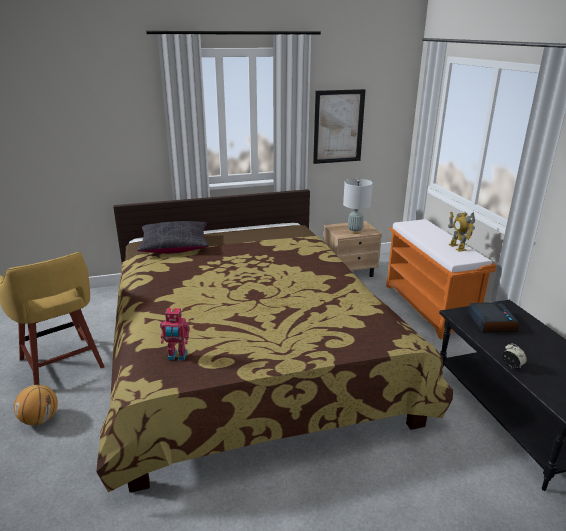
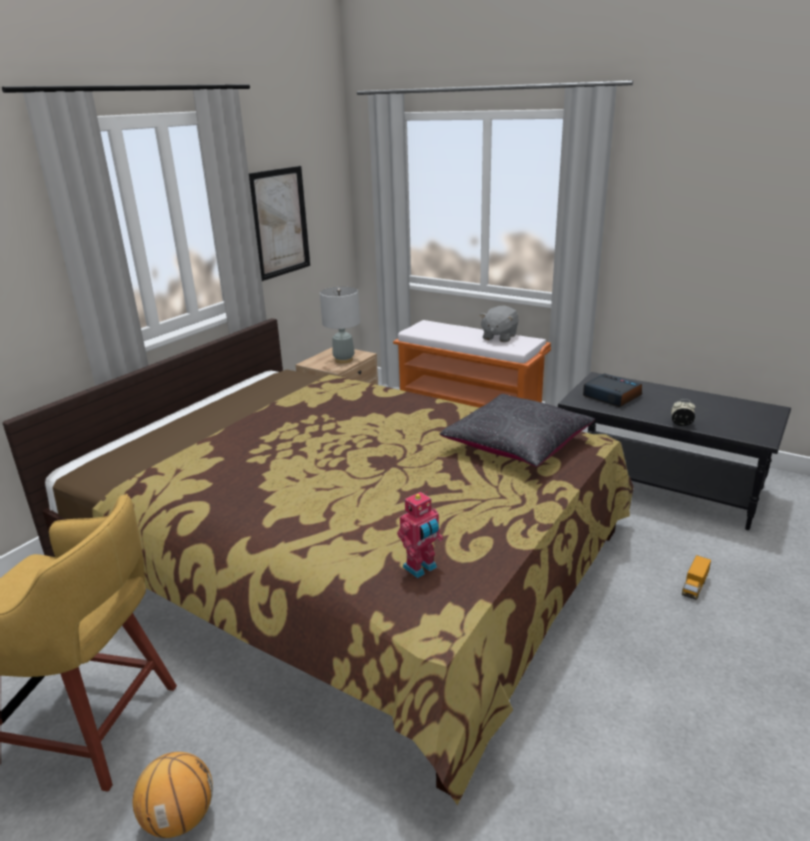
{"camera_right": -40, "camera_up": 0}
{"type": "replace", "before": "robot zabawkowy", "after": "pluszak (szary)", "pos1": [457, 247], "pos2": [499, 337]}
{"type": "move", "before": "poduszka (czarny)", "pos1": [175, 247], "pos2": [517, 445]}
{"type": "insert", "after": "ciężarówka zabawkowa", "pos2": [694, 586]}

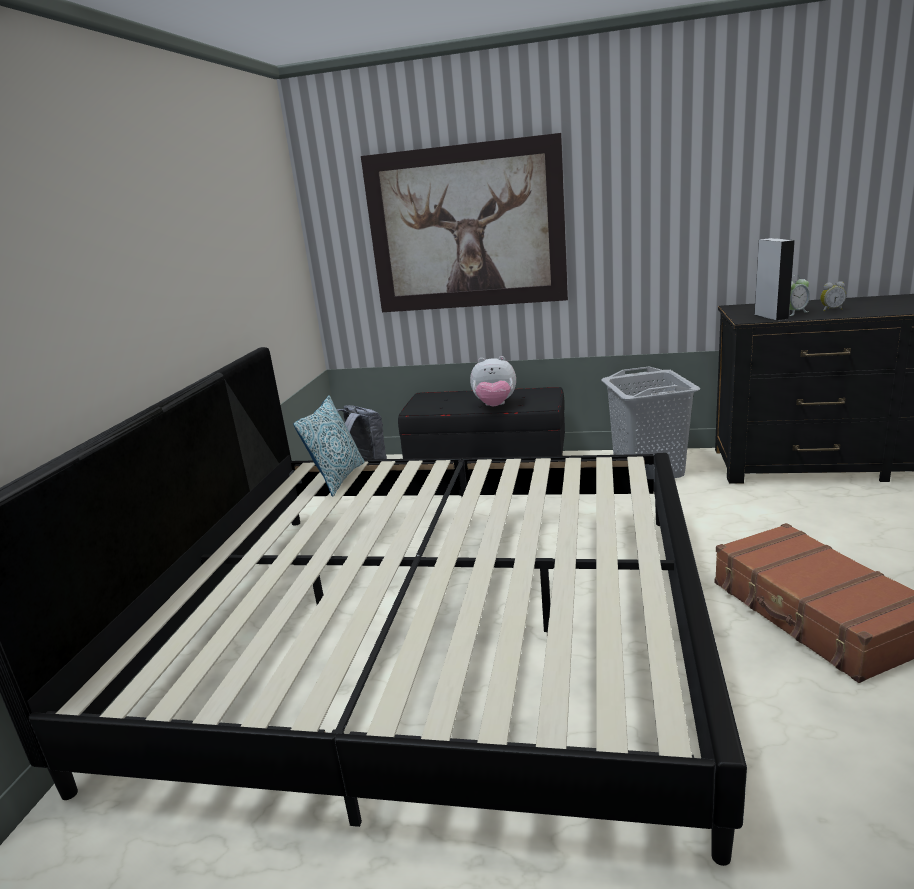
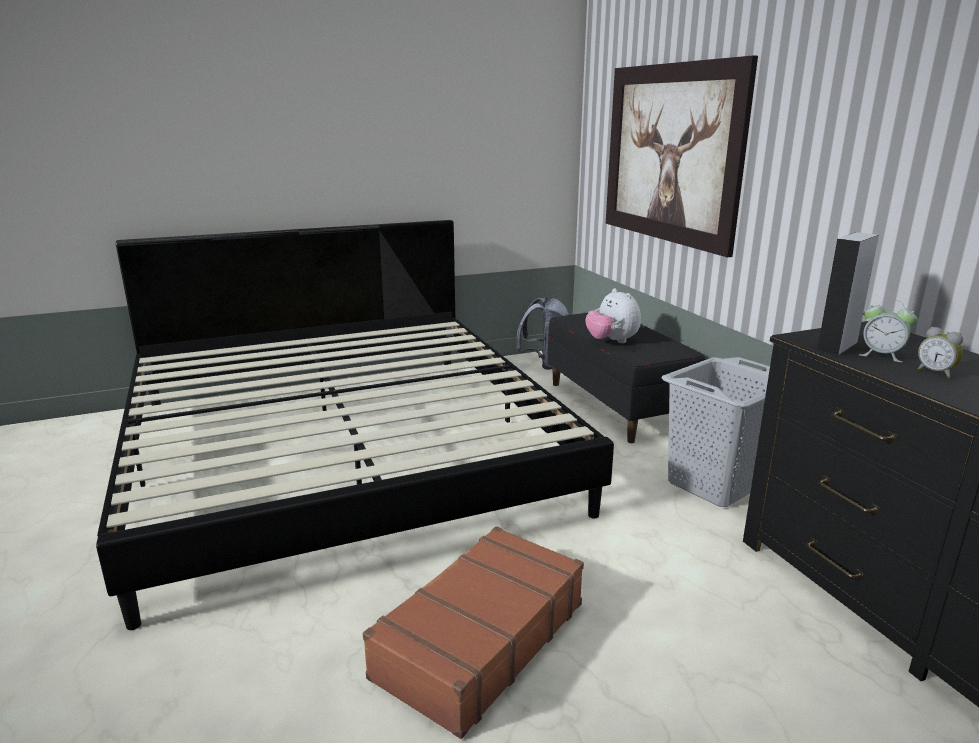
{"camera_right": 55, "camera_up": 0}
{"type": "delete", "before": "poduszka", "pos1": [338, 478]}

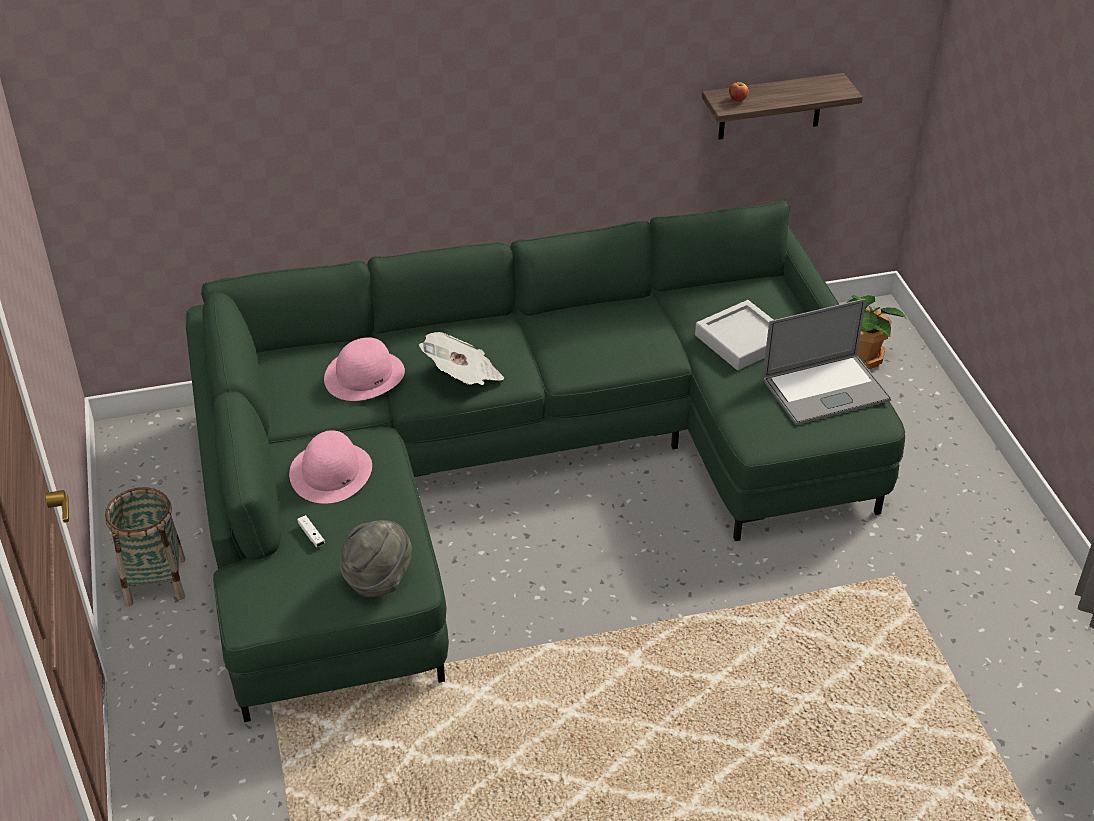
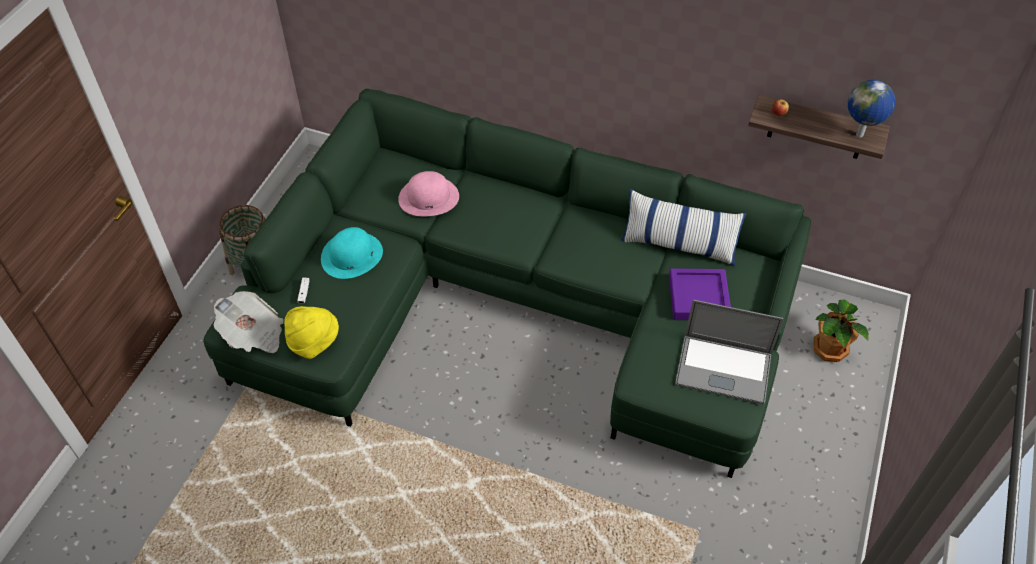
{"camera_right": 35, "camera_up": 10}
{"type": "recolor", "before": "taca (szary)", "after": "taca (fioletowy)", "pos1": [742, 341], "pos2": [698, 298]}
{"type": "move", "before": "gazeta", "pos1": [463, 376], "pos2": [253, 334]}
{"type": "recolor", "before": "kapelusz (różowy)", "after": "kapelusz (turkusowy)", "pos1": [331, 472], "pos2": [351, 255]}
{"type": "recolor", "before": "kapelusz (szary)", "after": "kapelusz (żółty)", "pos1": [377, 577], "pos2": [314, 343]}
{"type": "insert", "after": "globus", "pos2": [860, 135]}
{"type": "insert", "after": "poduszka", "pos2": [678, 245]}

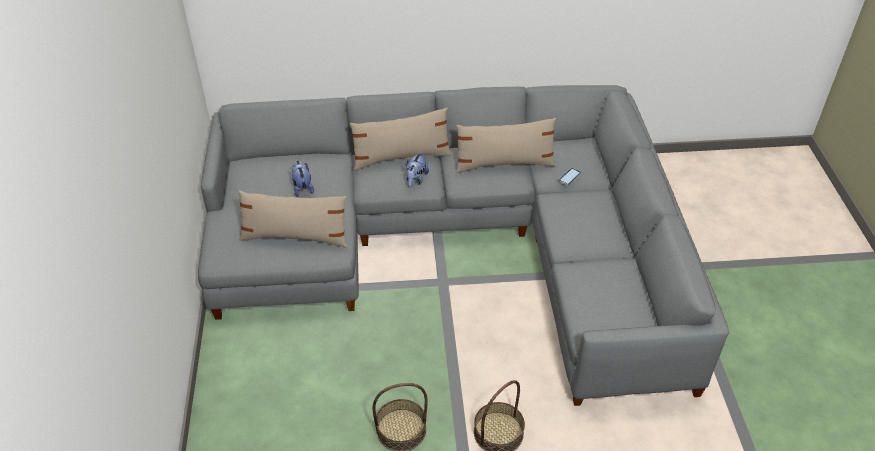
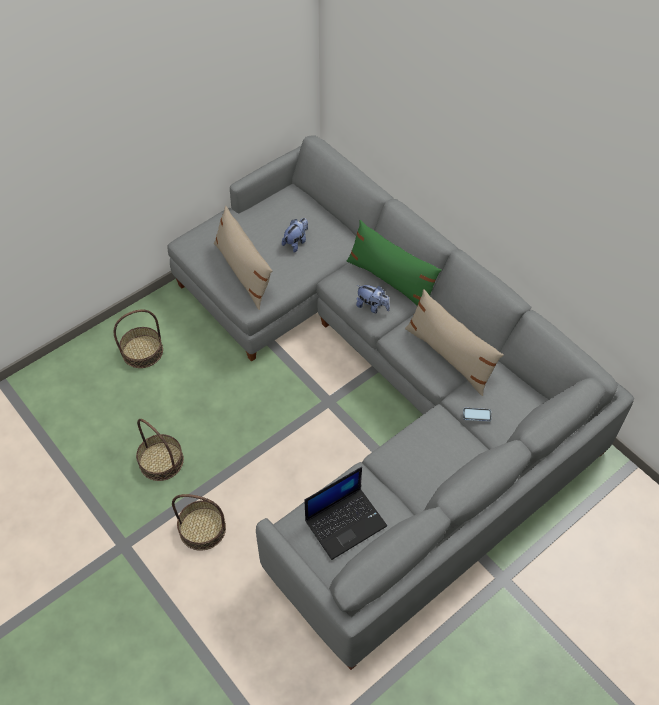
{"camera_right": 55, "camera_up": 10}
{"type": "recolor", "before": "poduszka (beżowy)", "after": "poduszka (zielony)", "pos1": [401, 157], "pos2": [391, 281]}
{"type": "rotate", "before": "pluszak", "pos1": [416, 179], "pos2": [372, 307], "turn": -135}
{"type": "insert", "after": "koszyk", "pos2": [142, 351]}
{"type": "insert", "after": "laptop", "pos2": [346, 522]}

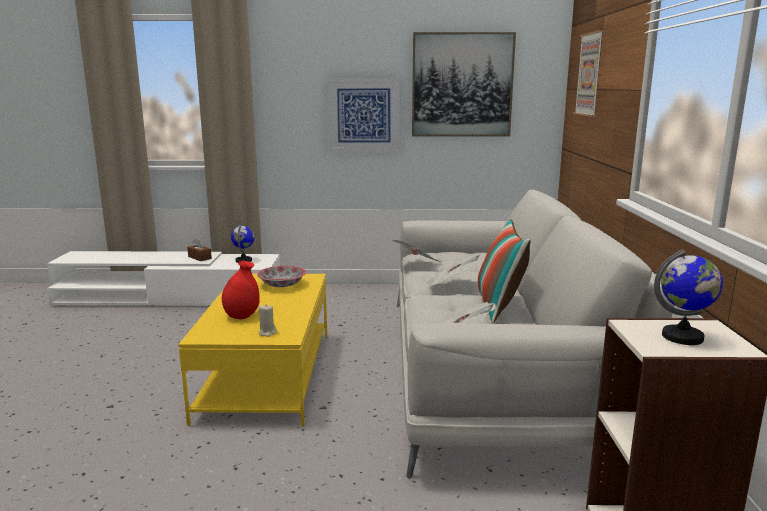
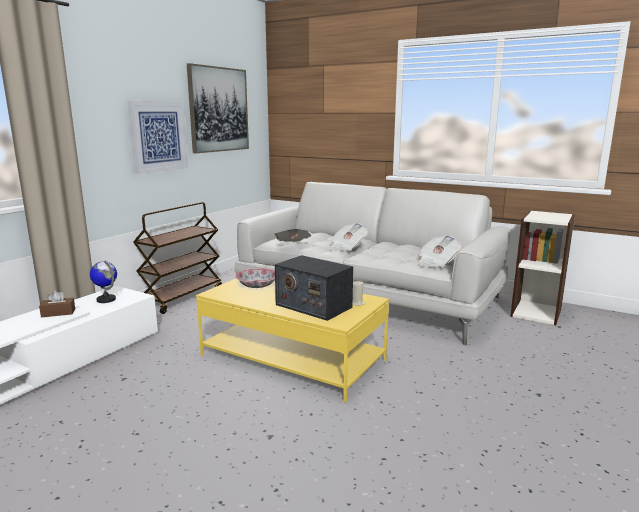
{"camera_right": -60, "camera_up": 0}
{"type": "delete", "before": "obraz", "pos1": [589, 74]}
{"type": "delete", "before": "poduszka", "pos1": [499, 306]}
{"type": "delete", "before": "globus", "pos1": [683, 337]}
{"type": "replace", "before": "wazon (czerwony)", "after": "radio", "pos1": [242, 316], "pos2": [313, 306]}
{"type": "insert", "after": "wózek (brązowy)", "pos2": [182, 297]}

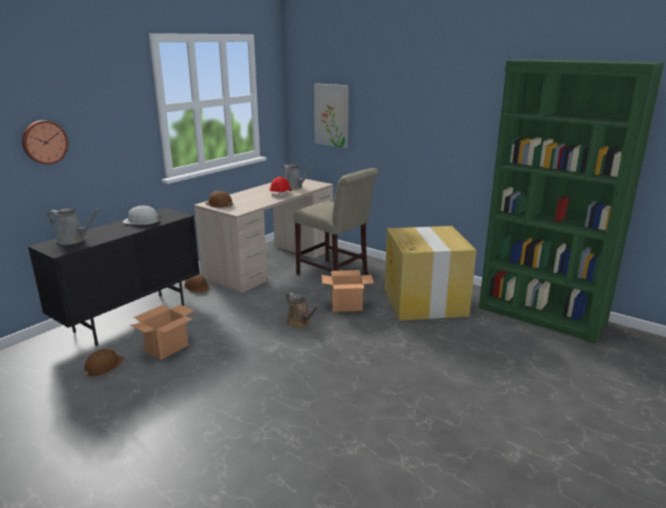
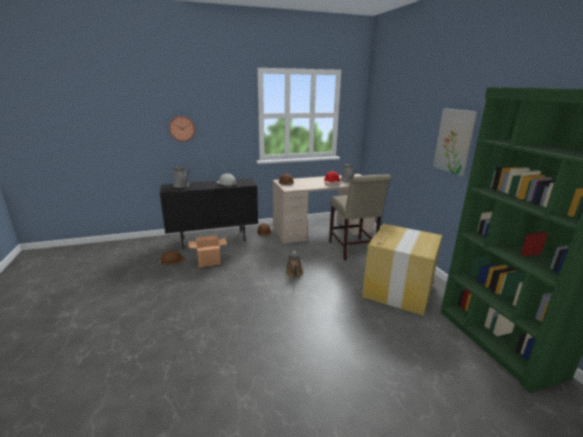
{"camera_right": 35, "camera_up": 0}
{"type": "move", "before": "obraz", "pos1": [332, 115], "pos2": [454, 141]}
{"type": "delete", "before": "karton", "pos1": [347, 306]}

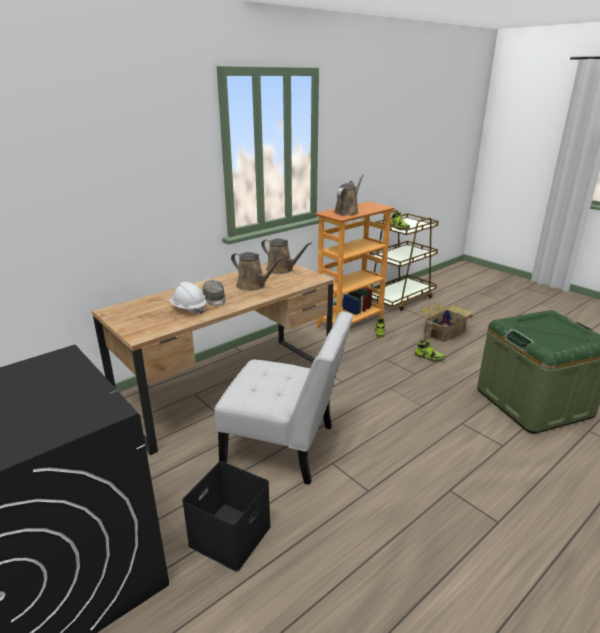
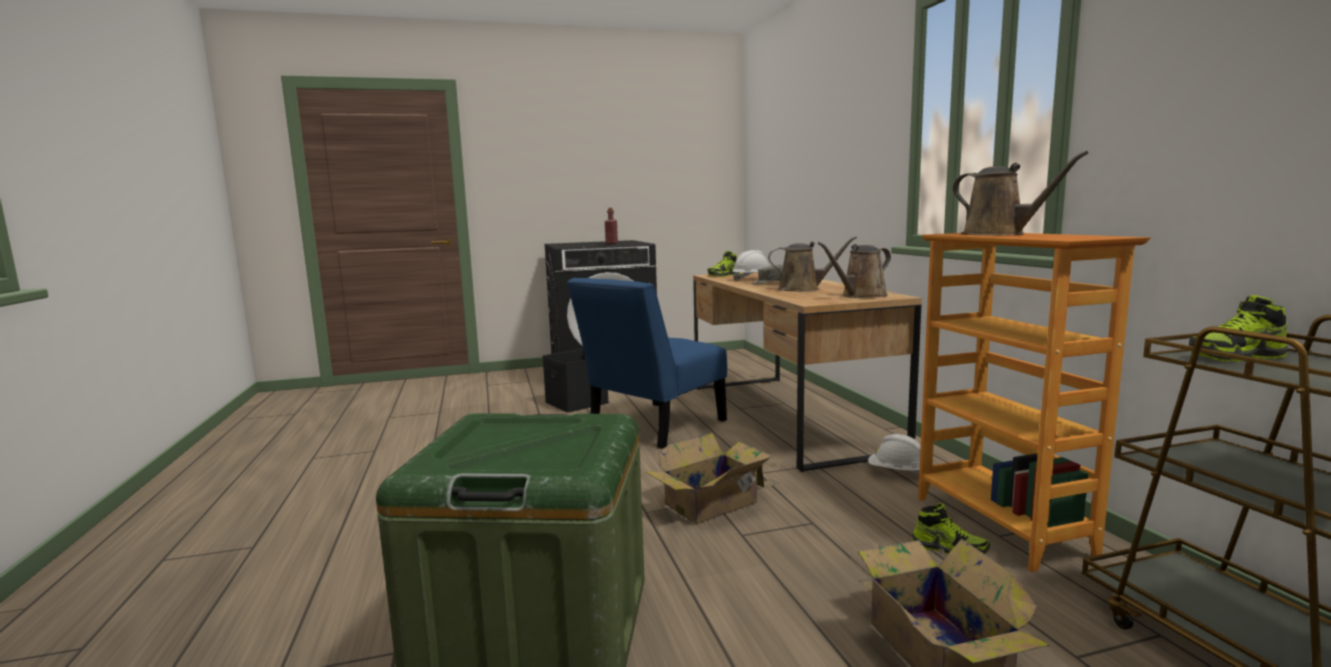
{"camera_right": 115, "camera_up": -15}
{"type": "rotate", "before": "konewka (brązowy)", "pos1": [253, 286], "pos2": [803, 289], "turn": -150}
{"type": "recolor", "before": "krzesło (biały)", "after": "krzesło (niebieski)", "pos1": [285, 447], "pos2": [652, 427]}
{"type": "move", "before": "but", "pos1": [429, 357], "pos2": [724, 275]}
{"type": "insert", "after": "butelka (czerwony)", "pos2": [611, 243]}
{"type": "insert", "after": "karton", "pos2": [715, 503]}
{"type": "insert", "after": "kask (biały)", "pos2": [897, 473]}

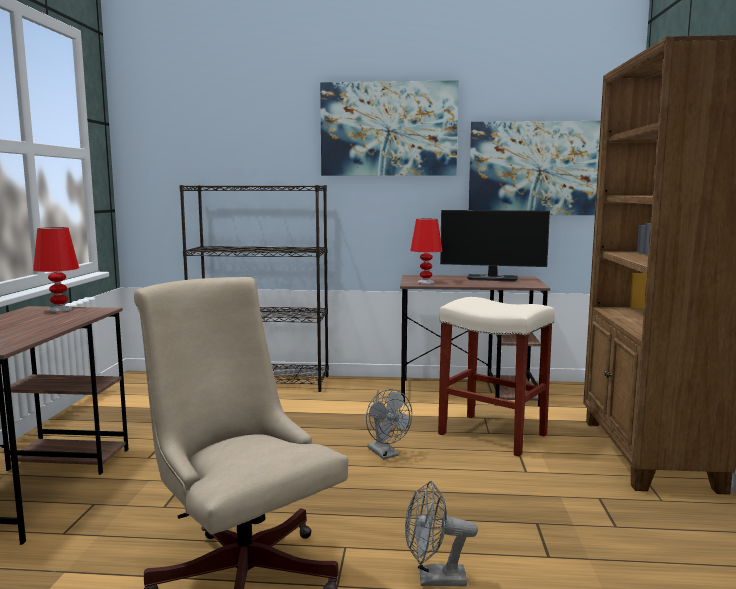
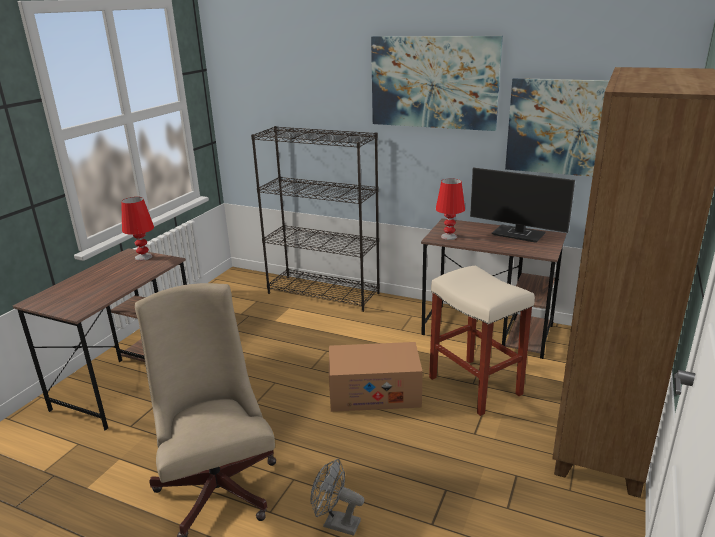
{"camera_right": 20, "camera_up": 15}
{"type": "replace", "before": "wentylator (szary)", "after": "karton", "pos1": [386, 454], "pos2": [374, 393]}

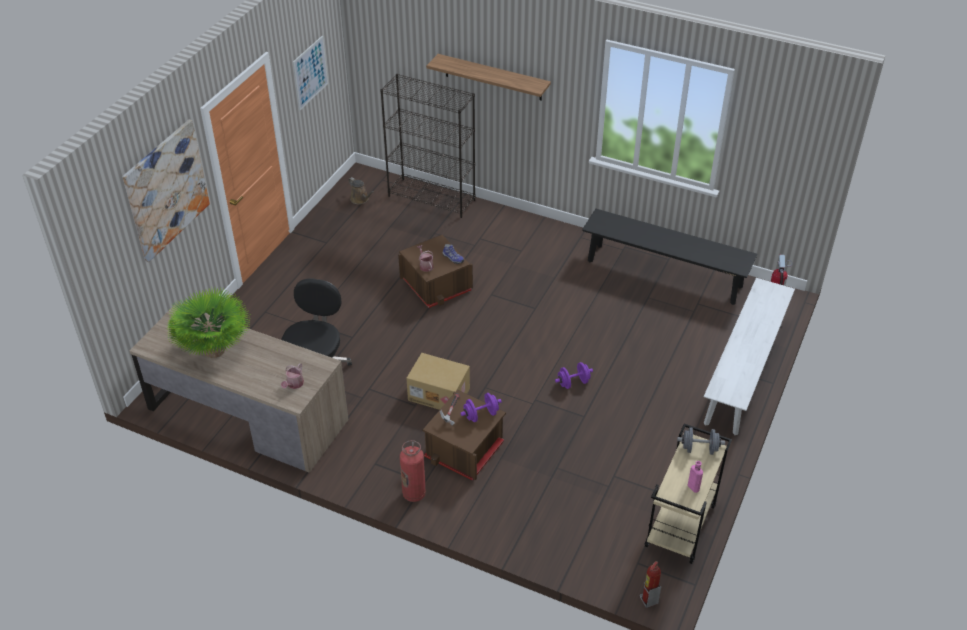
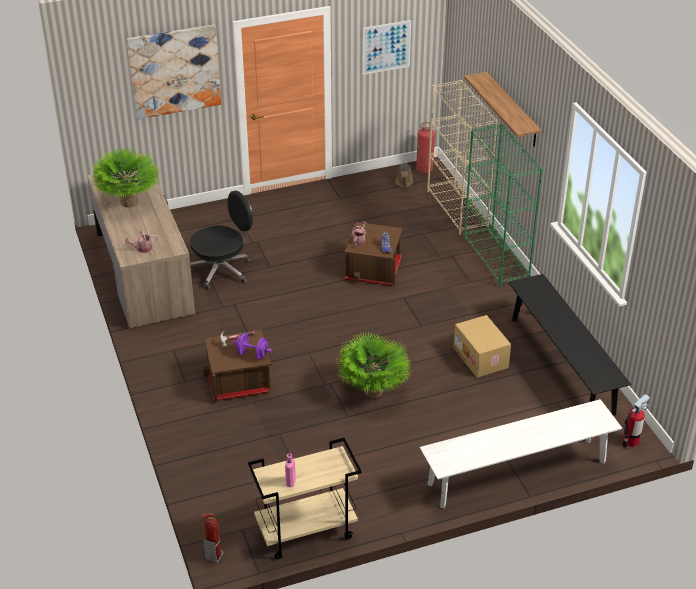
{"camera_right": 45, "camera_up": -5}
{"type": "recolor", "before": "regał (czarny)", "after": "regał (beżowy)", "pos1": [432, 198], "pos2": [457, 209]}
{"type": "move", "before": "karton", "pos1": [439, 394], "pos2": [481, 357]}
{"type": "replace", "before": "hantel (fioletowy)", "after": "roślina doniczkowa", "pos1": [573, 383], "pos2": [373, 390]}
{"type": "delete", "before": "hantel (szary)", "pos1": [699, 449]}
{"type": "move", "before": "gaśnica", "pos1": [414, 494], "pos2": [424, 170]}
{"type": "insert", "after": "regał (zielony)", "pos2": [496, 259]}

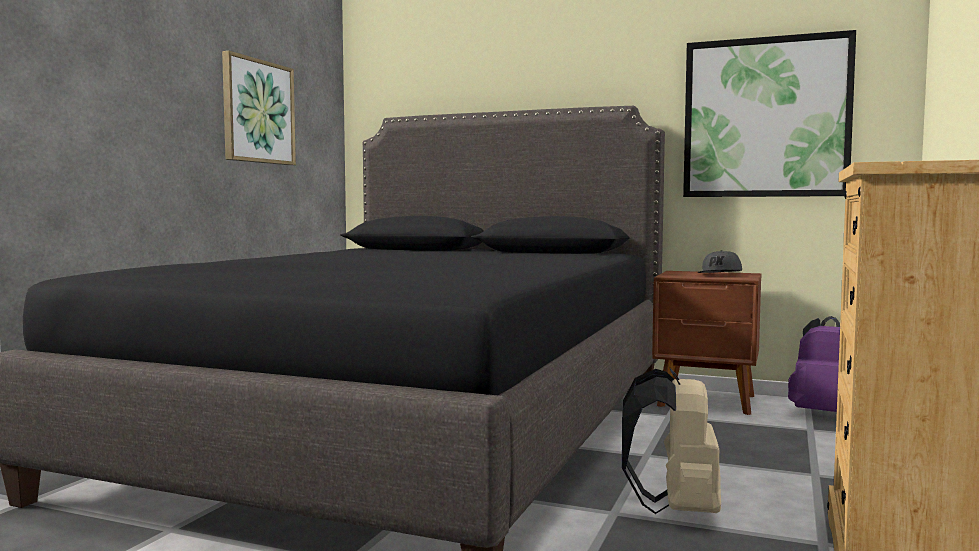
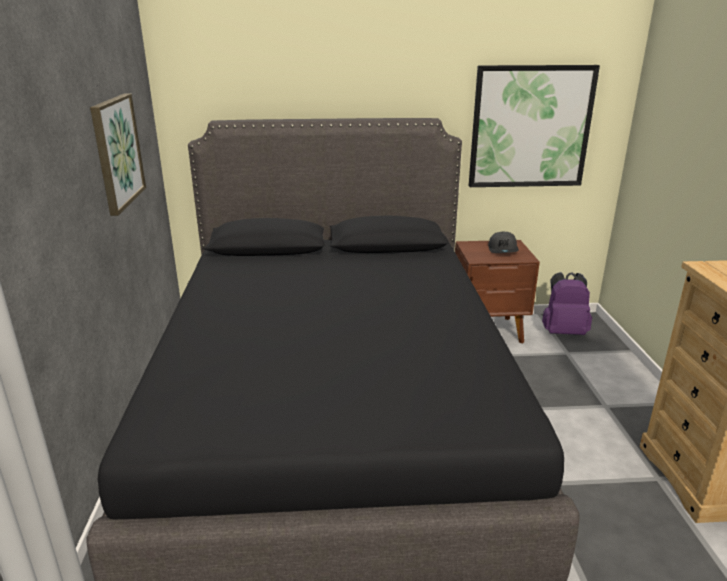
{"camera_right": -25, "camera_up": 20}
{"type": "delete", "before": "plecak (beżowy)", "pos1": [676, 509]}

